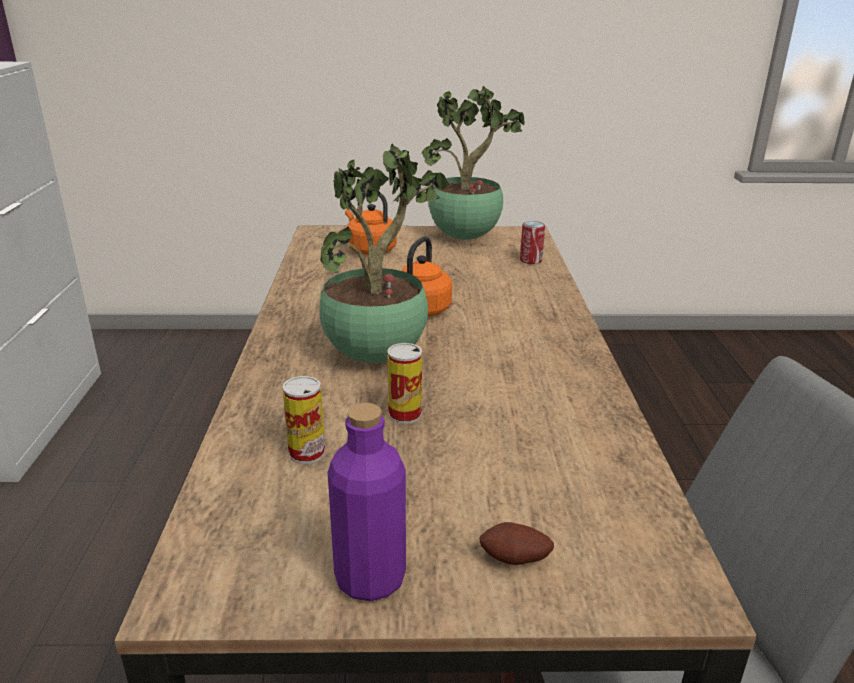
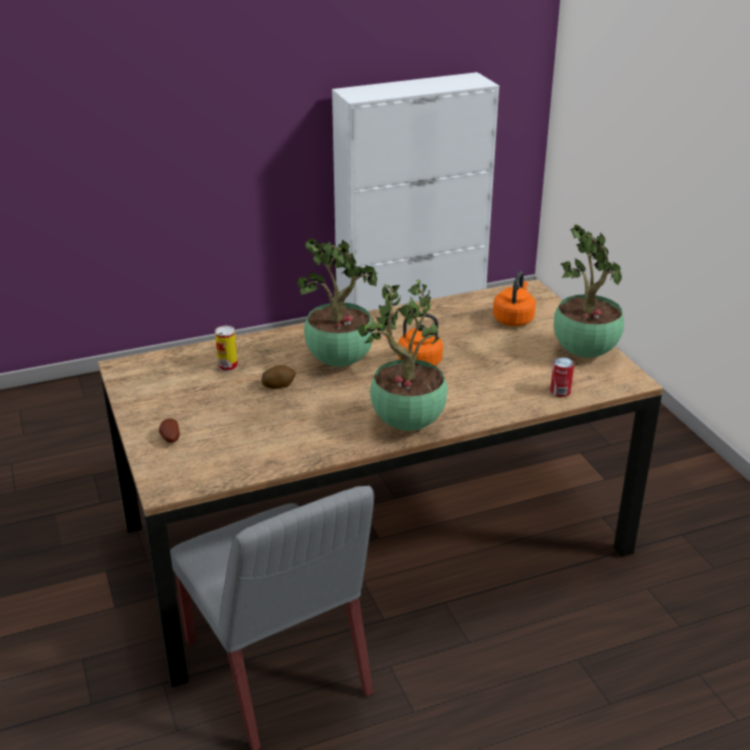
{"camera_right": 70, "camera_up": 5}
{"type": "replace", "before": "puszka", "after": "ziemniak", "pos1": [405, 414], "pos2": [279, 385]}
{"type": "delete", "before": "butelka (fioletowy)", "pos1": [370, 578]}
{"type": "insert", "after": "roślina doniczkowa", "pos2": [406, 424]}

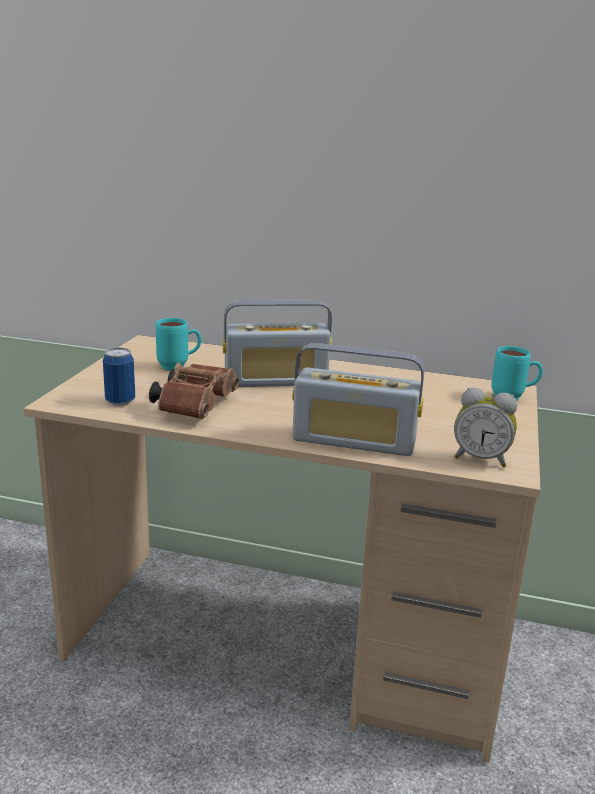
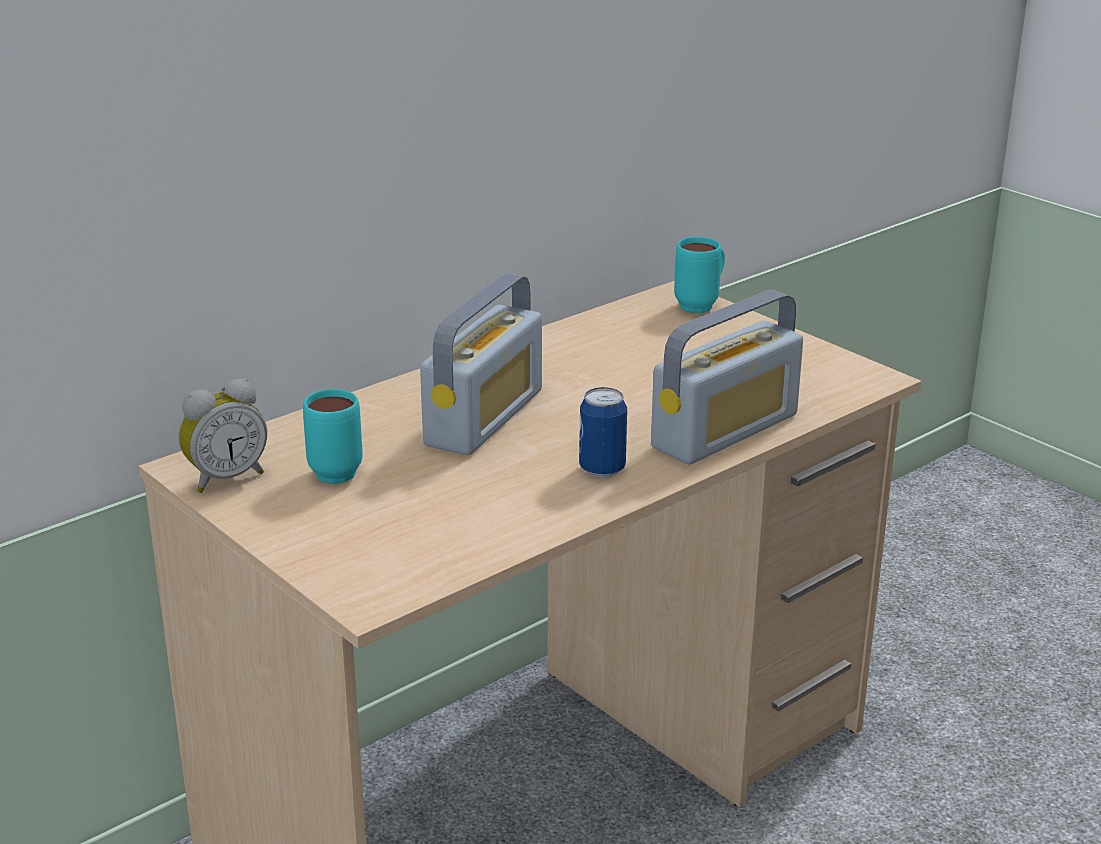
{"camera_right": -55, "camera_up": 5}
{"type": "move", "before": "puszka", "pos1": [120, 401], "pos2": [602, 469]}
{"type": "delete", "before": "lornetka (brązowy)", "pos1": [196, 406]}
{"type": "move", "before": "budzik", "pos1": [481, 459], "pos2": [225, 478]}

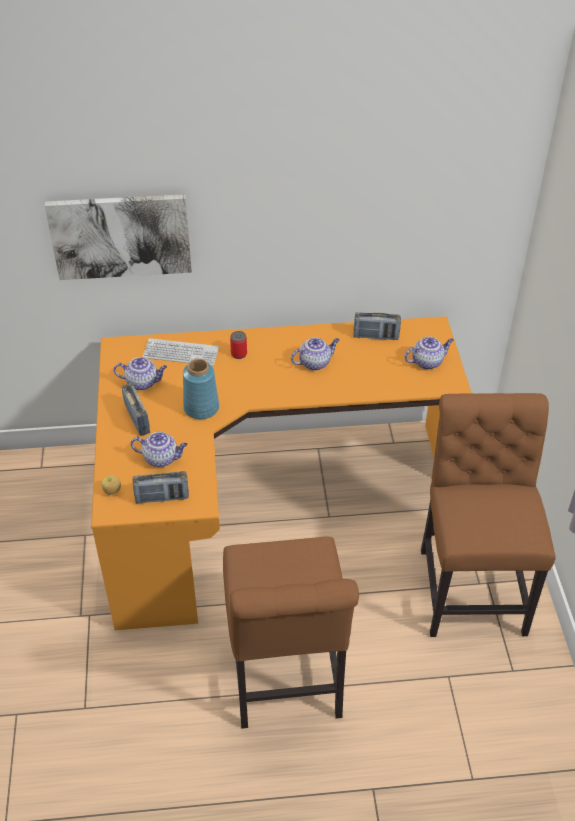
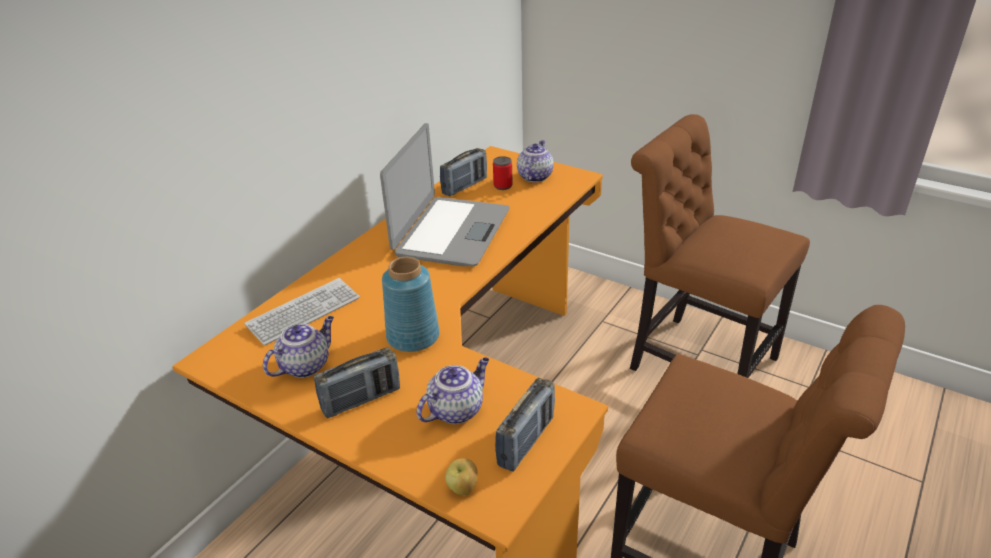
{"camera_right": -50, "camera_up": -10}
{"type": "delete", "before": "obraz", "pos1": [121, 235]}
{"type": "move", "before": "puszka", "pos1": [239, 354], "pos2": [503, 186]}
{"type": "replace", "before": "imbryk", "after": "laptop", "pos1": [315, 363], "pos2": [451, 232]}
{"type": "rotate", "before": "radio", "pos1": [137, 419], "pos2": [361, 400], "turn": 135}

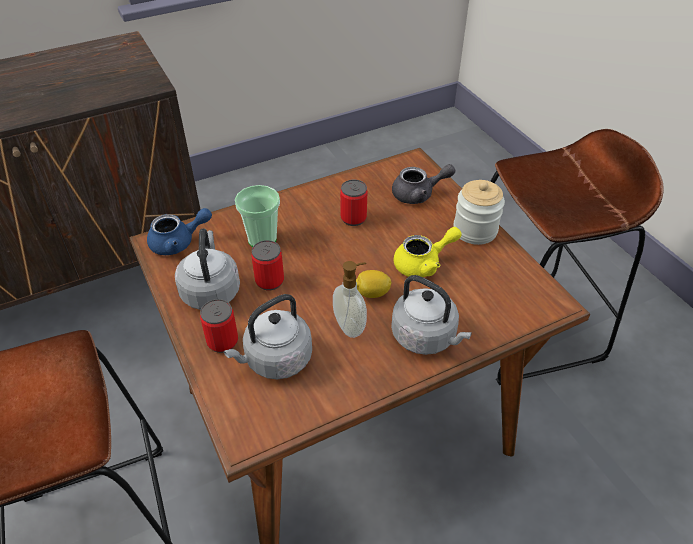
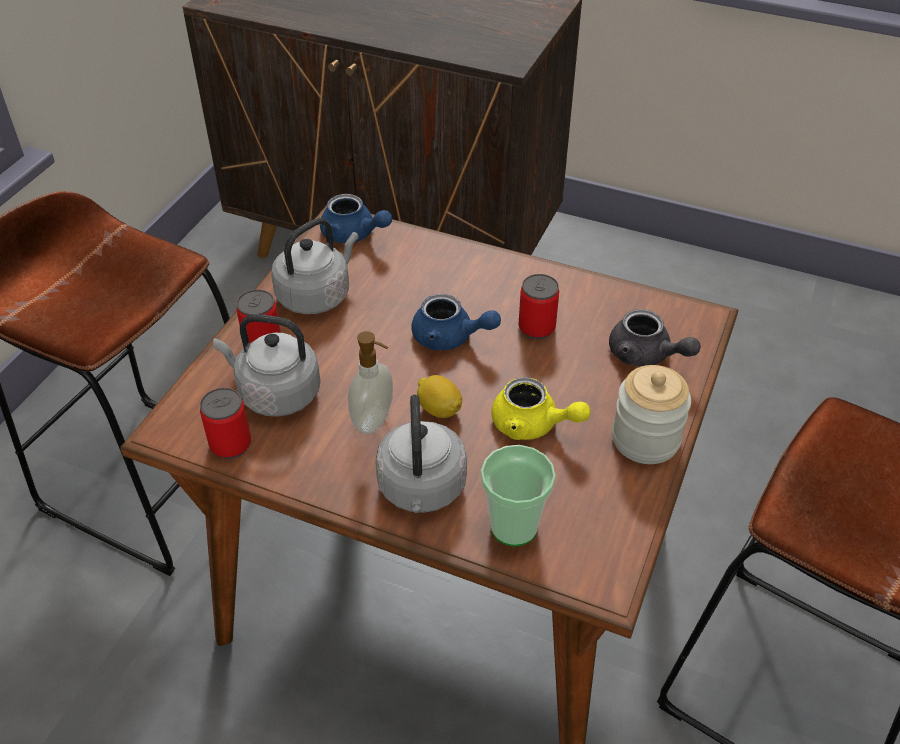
{"camera_right": 50, "camera_up": 0}
{"type": "move", "before": "filiżanka", "pos1": [262, 239], "pos2": [514, 527]}
{"type": "move", "before": "puszka", "pos1": [269, 281], "pos2": [230, 444]}
{"type": "insert", "after": "imbryk (niebieski)", "pos2": [450, 338]}

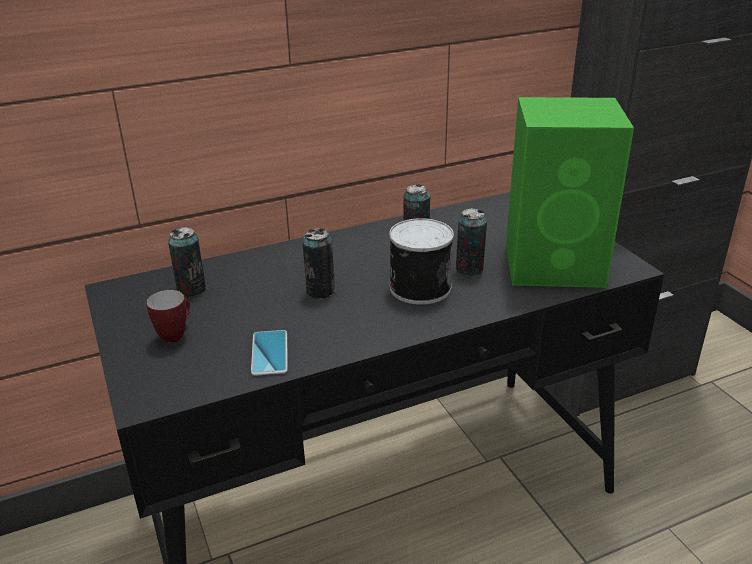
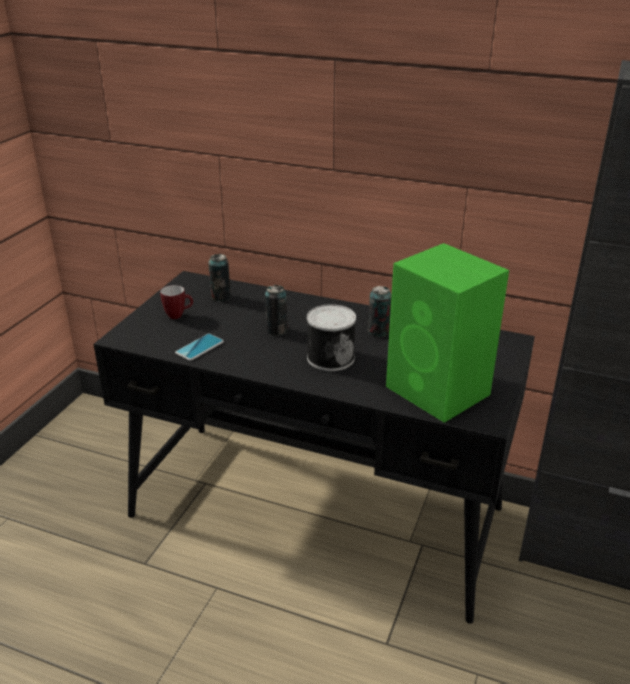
{"camera_right": 45, "camera_up": 0}
{"type": "delete", "before": "puszka", "pos1": [469, 269]}

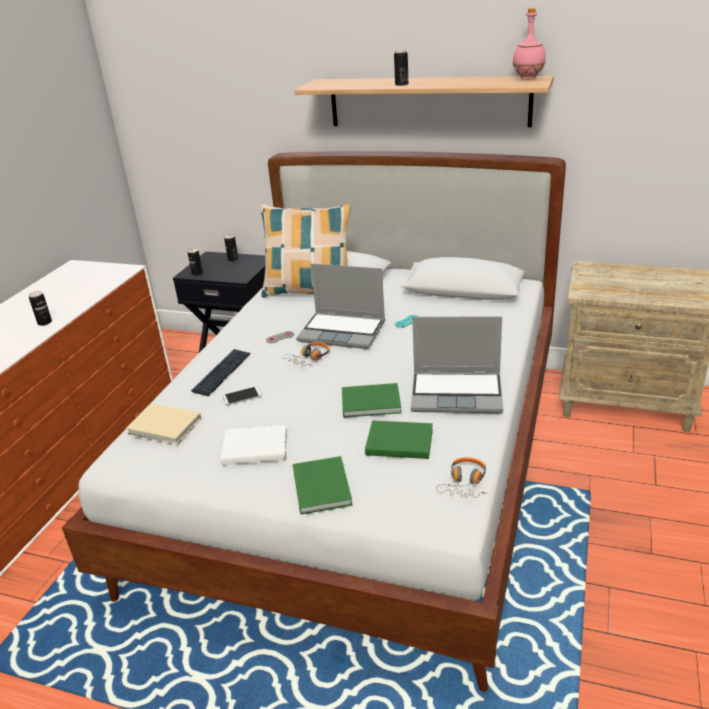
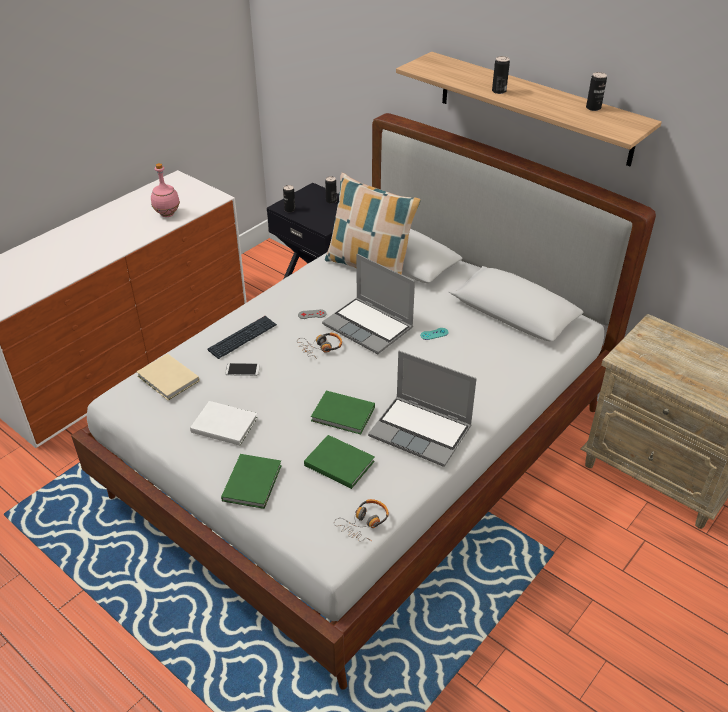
{"camera_right": 20, "camera_up": 10}
{"type": "move", "before": "butelka (różowy)", "pos1": [527, 78], "pos2": [167, 214]}
{"type": "move", "before": "puszka", "pos1": [45, 322], "pos2": [593, 108]}

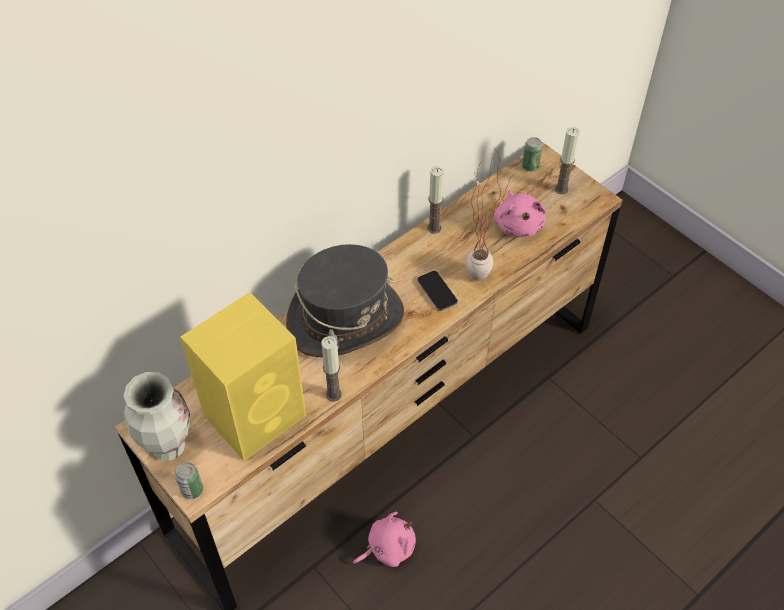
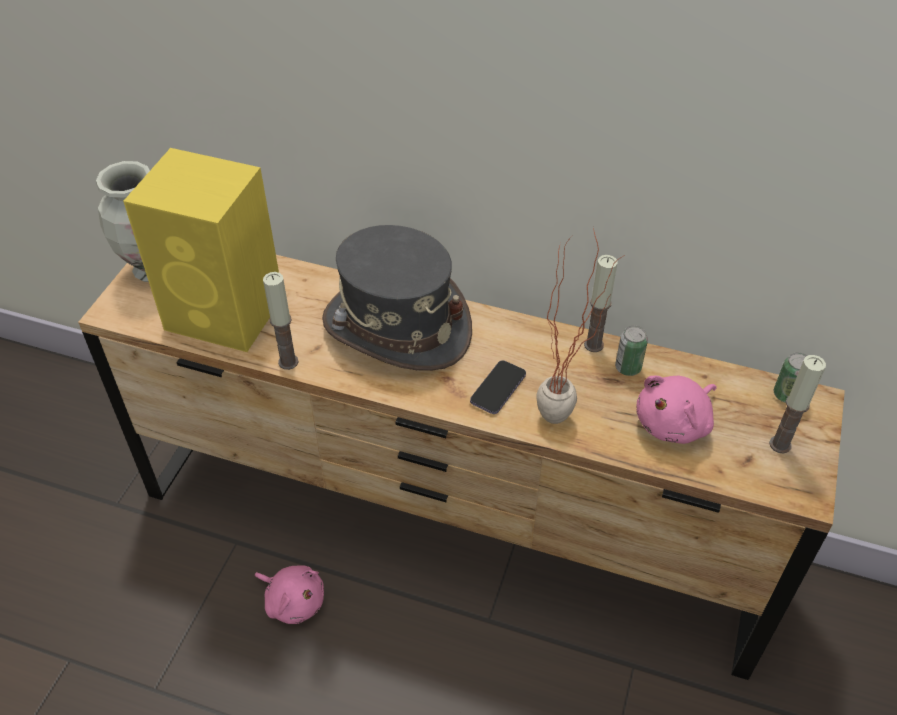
{"camera_right": 60, "camera_up": -5}
{"type": "move", "before": "puszka", "pos1": [192, 490], "pos2": [628, 367]}

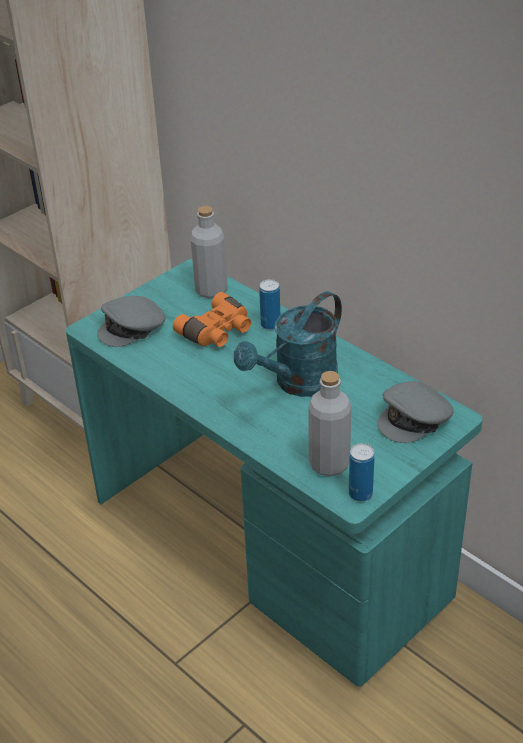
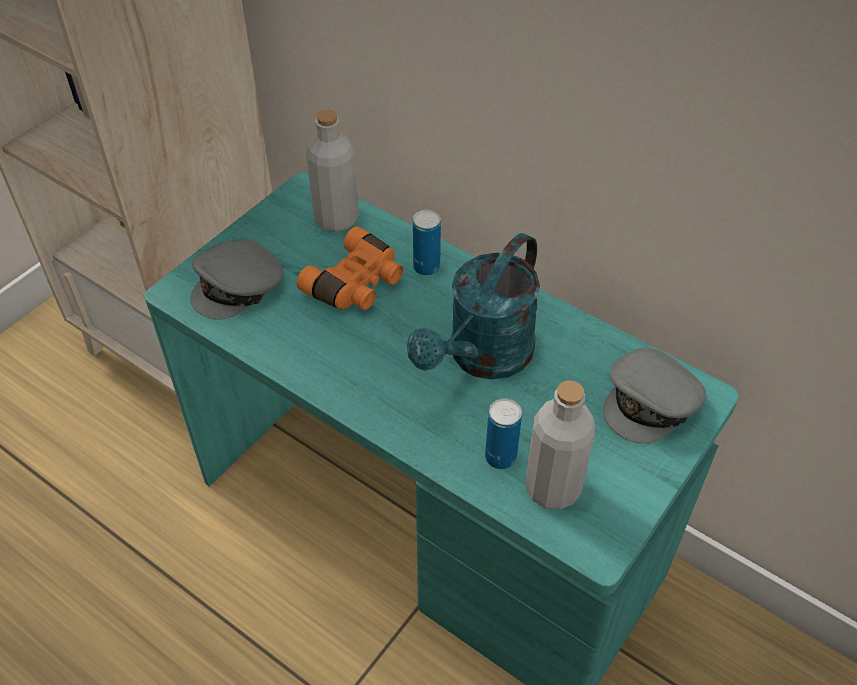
{"camera_right": -10, "camera_up": 10}
{"type": "move", "before": "puszka", "pos1": [360, 494], "pos2": [500, 457]}

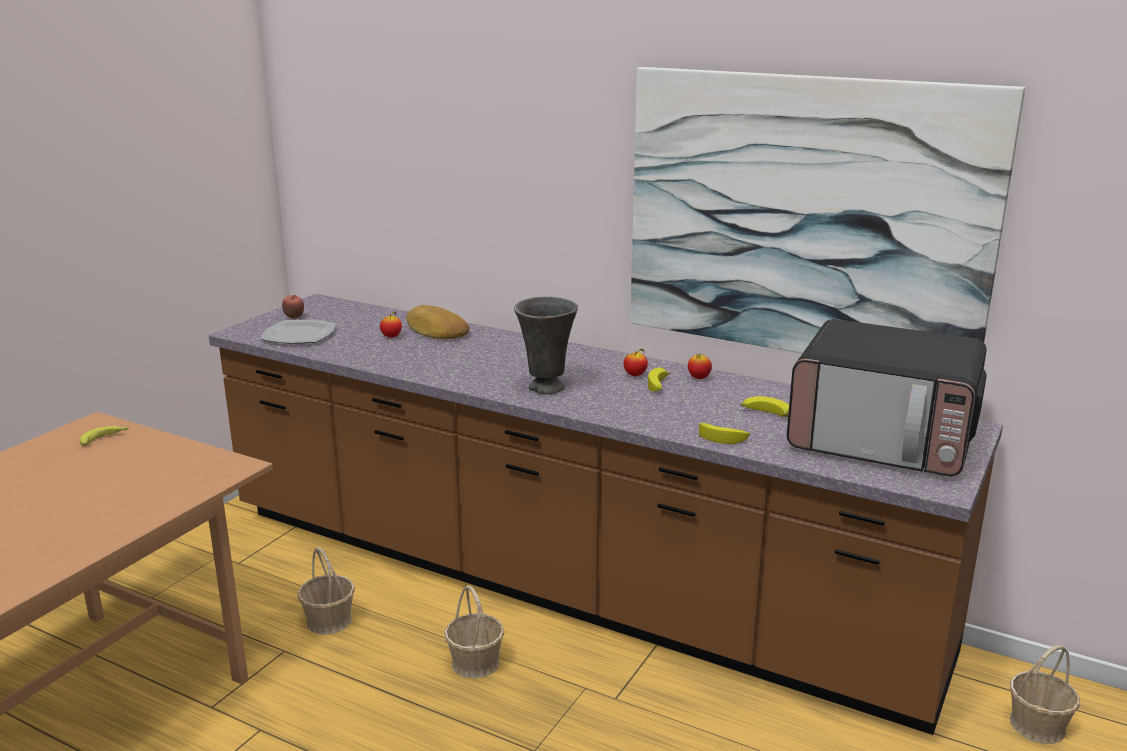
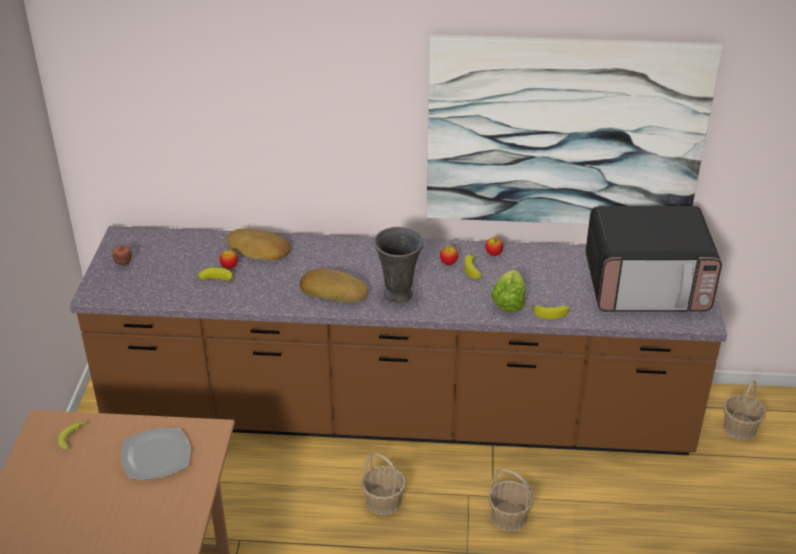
{"camera_right": -25, "camera_up": 15}
{"type": "move", "before": "talerz", "pos1": [298, 335], "pos2": [155, 456]}
{"type": "move", "before": "banan", "pos1": [764, 413], "pos2": [215, 280]}
{"type": "move", "before": "koszyk", "pos1": [329, 621], "pos2": [509, 517]}
{"type": "insert", "after": "chleb", "pos2": [334, 290]}
{"type": "insert", "after": "sałata", "pos2": [508, 301]}

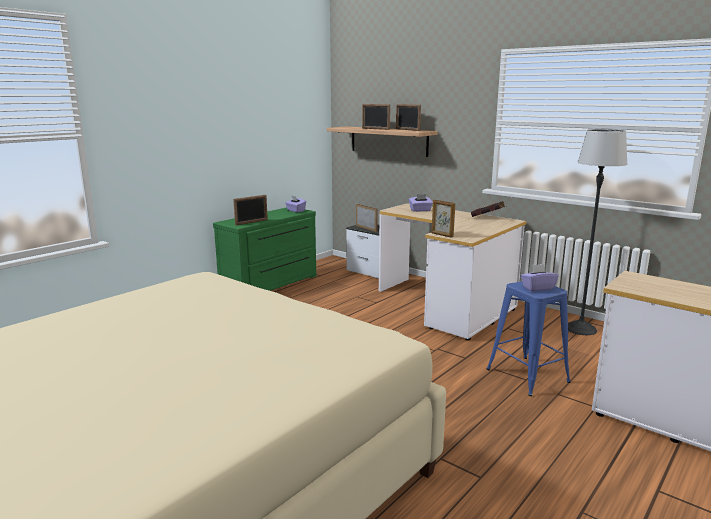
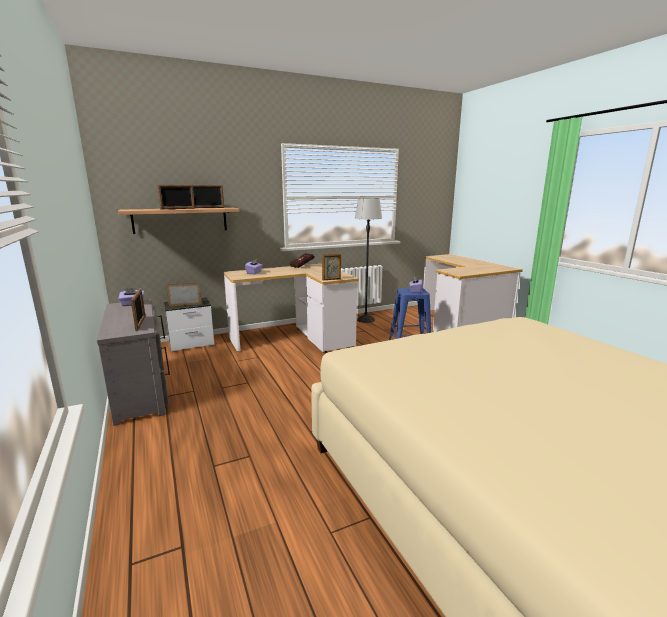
{"camera_right": -65, "camera_up": 0}
{"type": "recolor", "before": "komoda (zielony)", "after": "komoda (szary)", "pos1": [271, 285], "pos2": [143, 391]}

